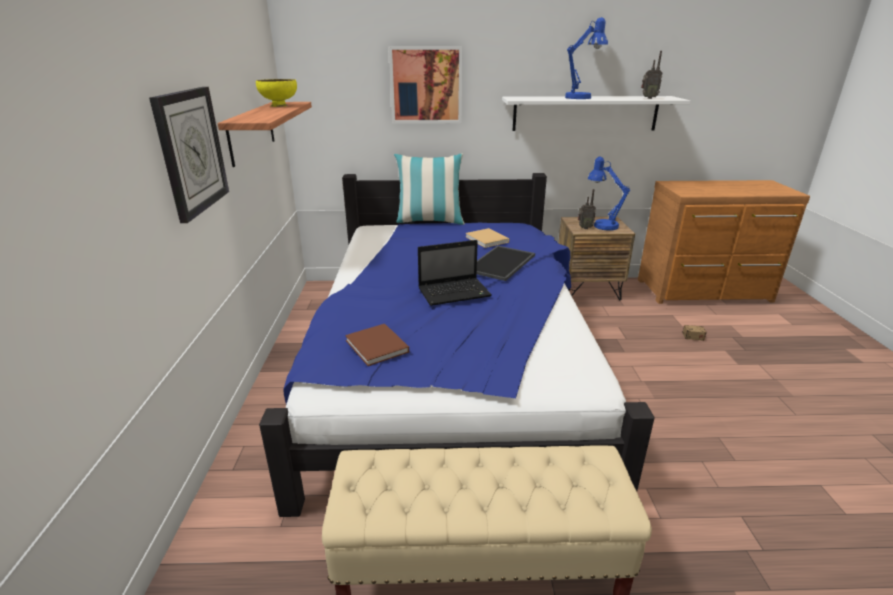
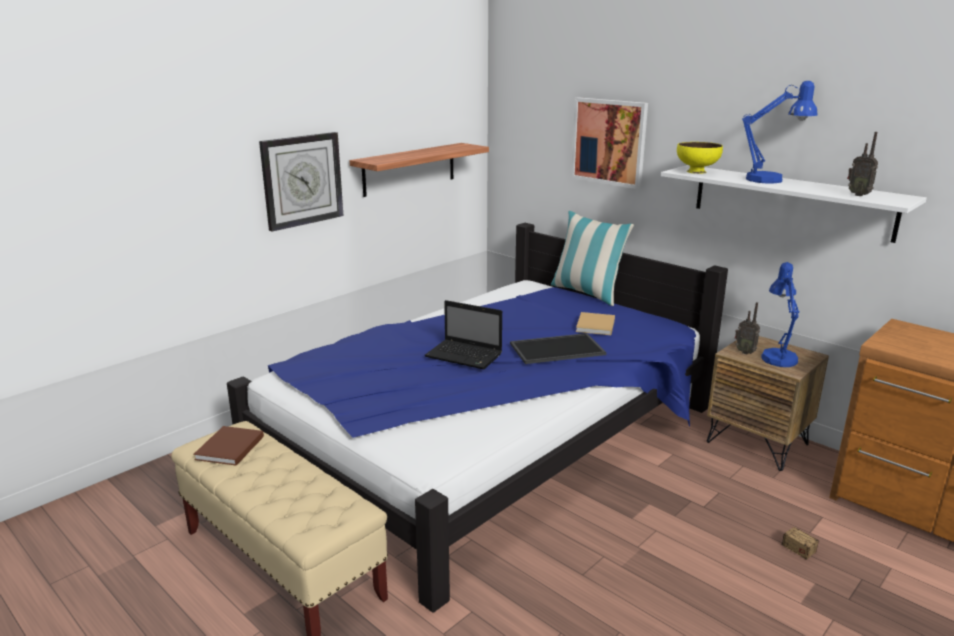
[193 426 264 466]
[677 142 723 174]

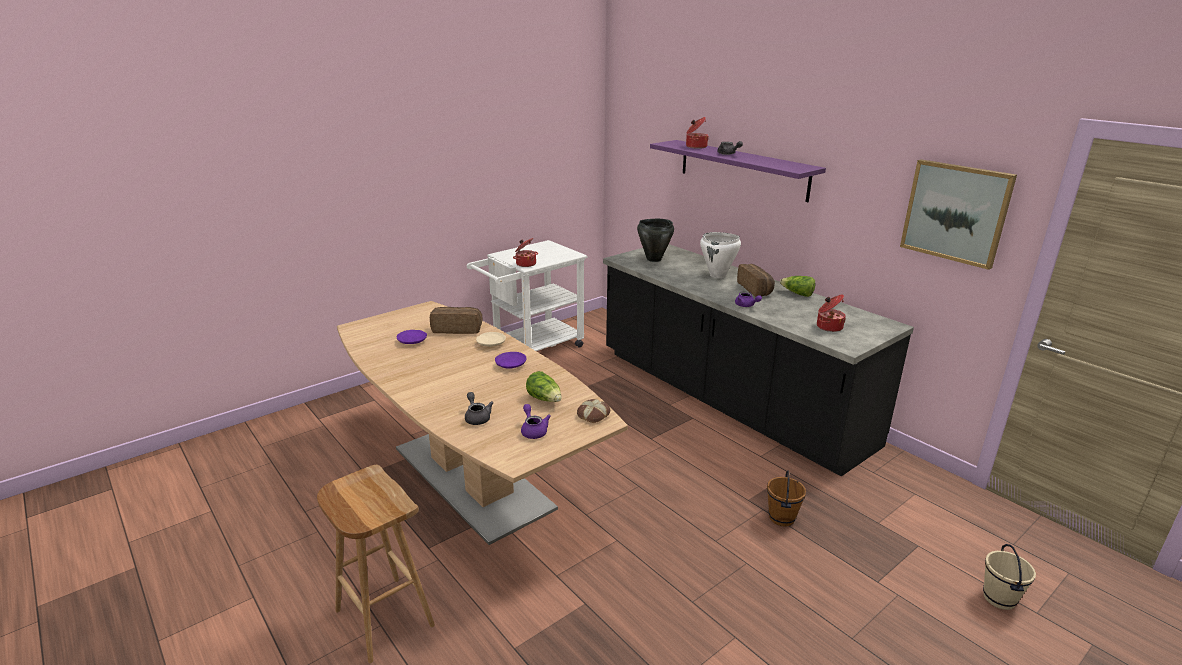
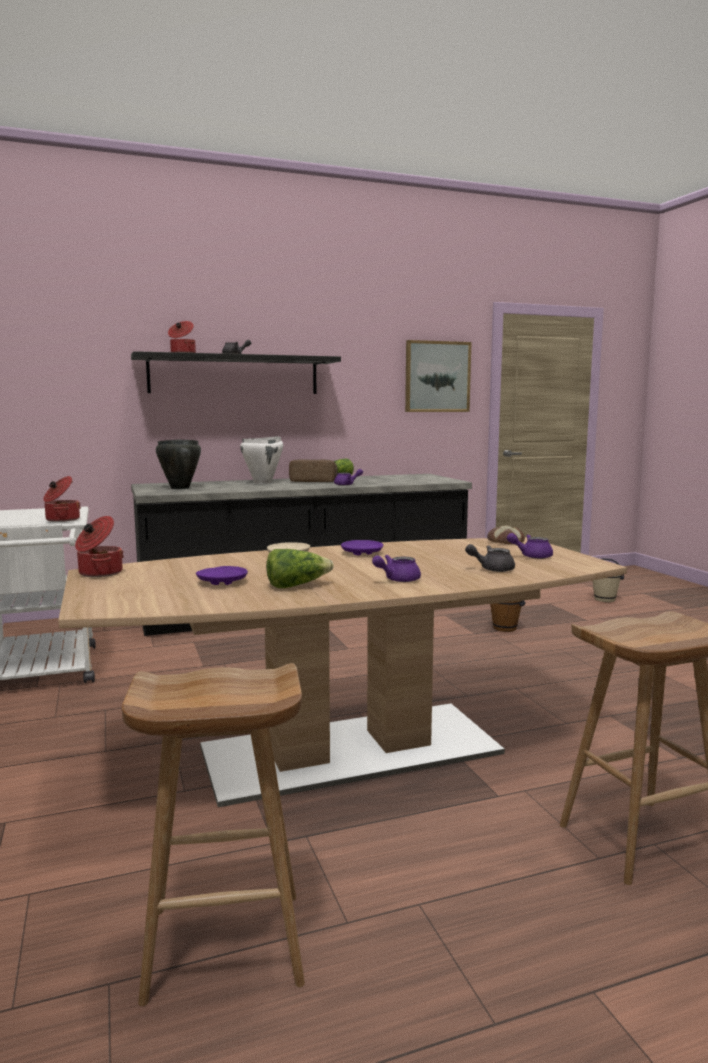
[75 516 124 577]
[122 663 305 1006]
[131 351 341 394]
[266 549 333 588]
[372 555 421 582]
[430 307 483 334] (first image)

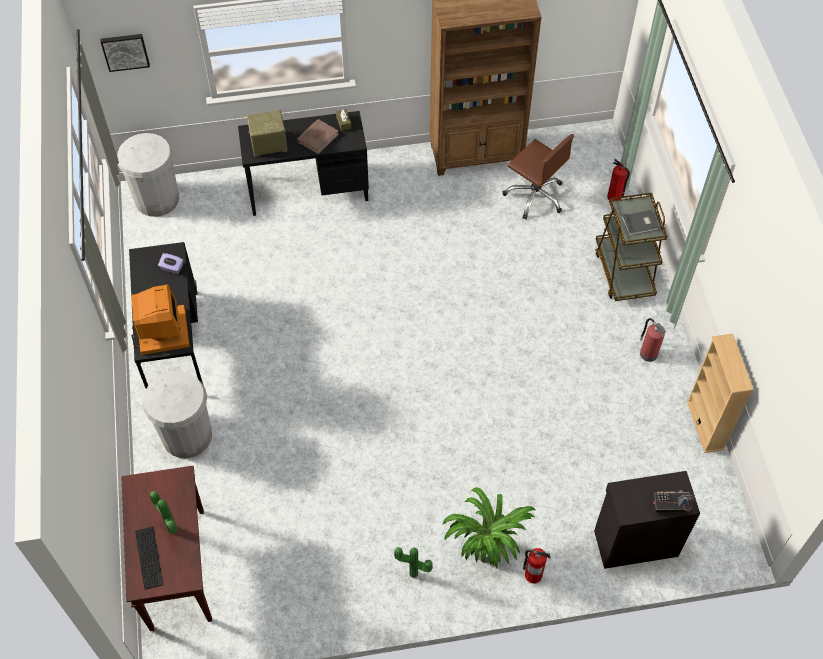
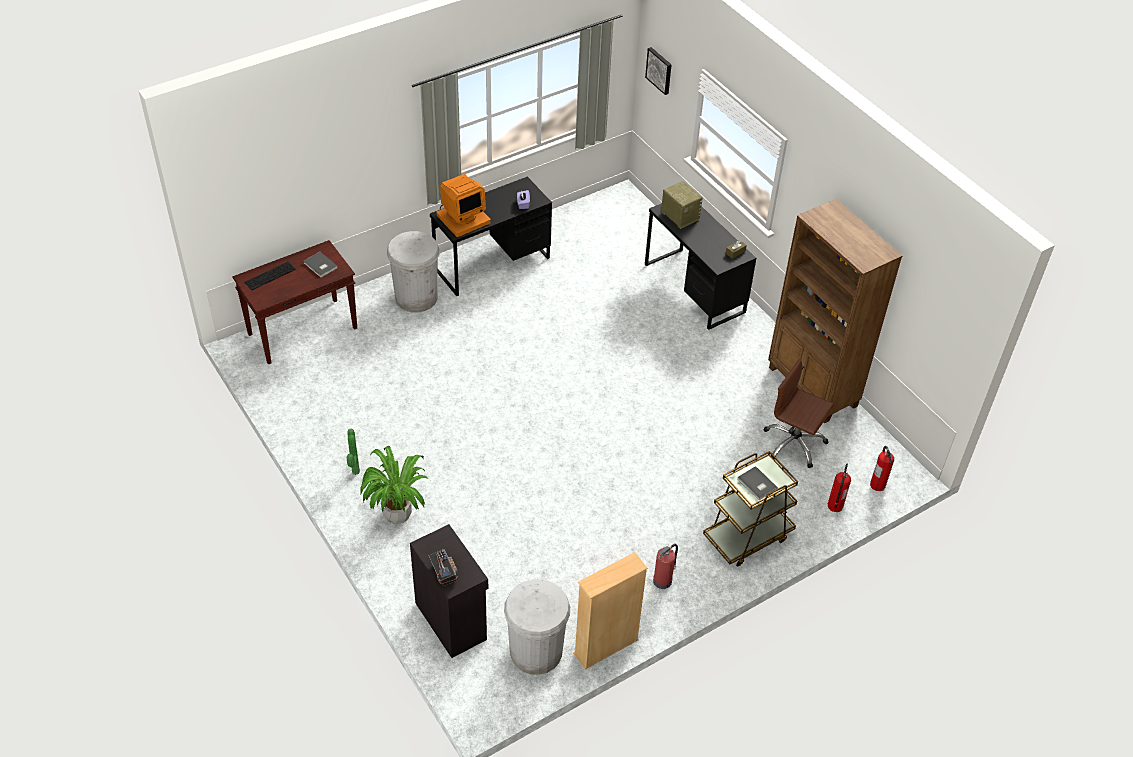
[304 252 338 278]
[504 579 570 675]
[764 359 834 468]
[870 446 894 491]
[150 491 178 534] (first image)
[297 119 339 154] (first image)

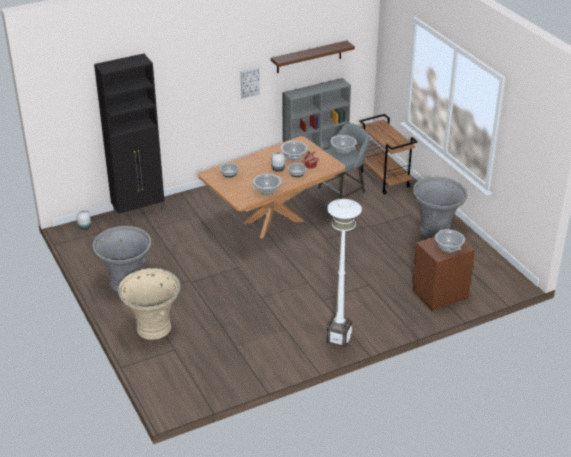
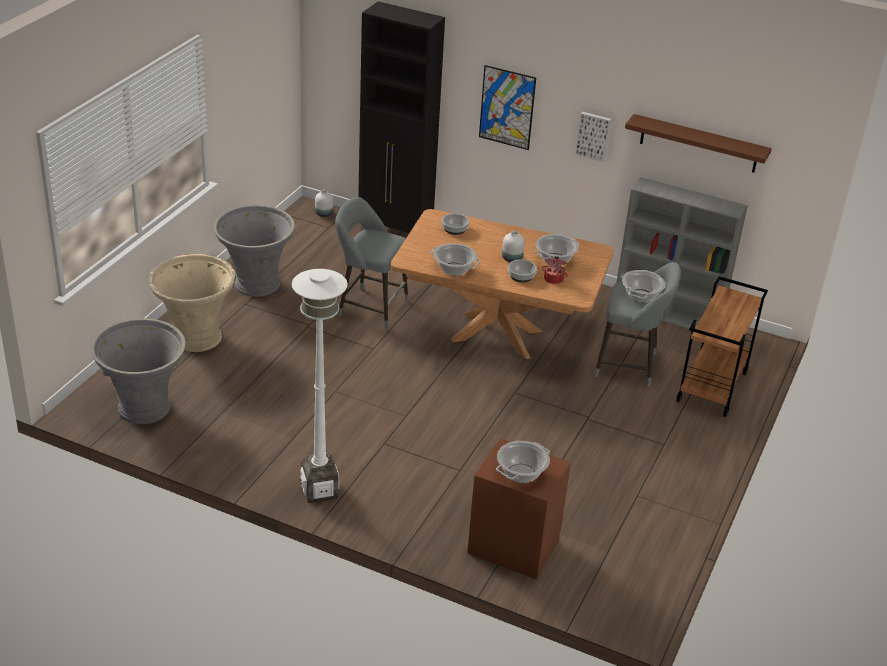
[91 318 186 424]
[335 197 408 329]
[479 65 536 150]

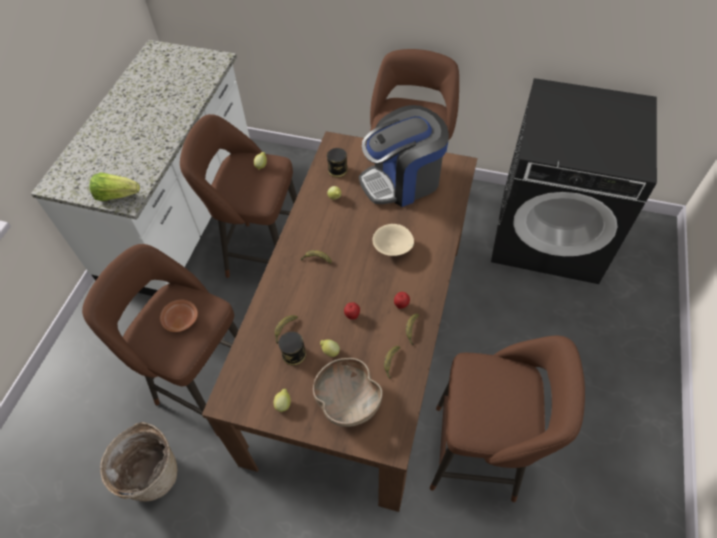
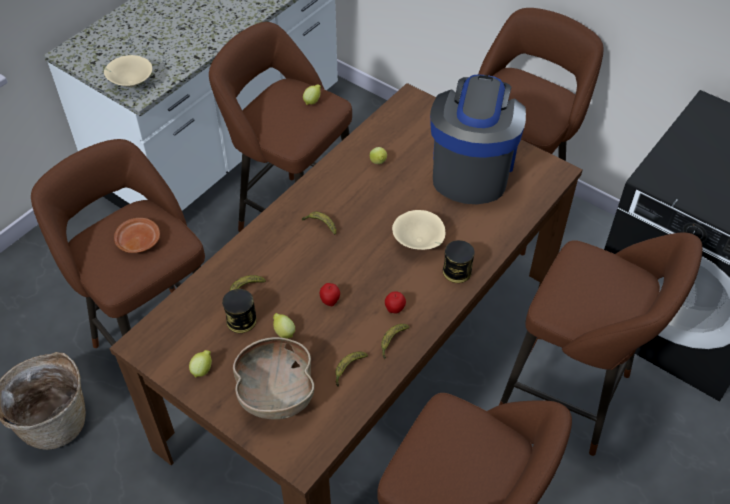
[104 55 152 87]
[430 75 526 204]
[443 240 475 283]
[499 232 703 456]

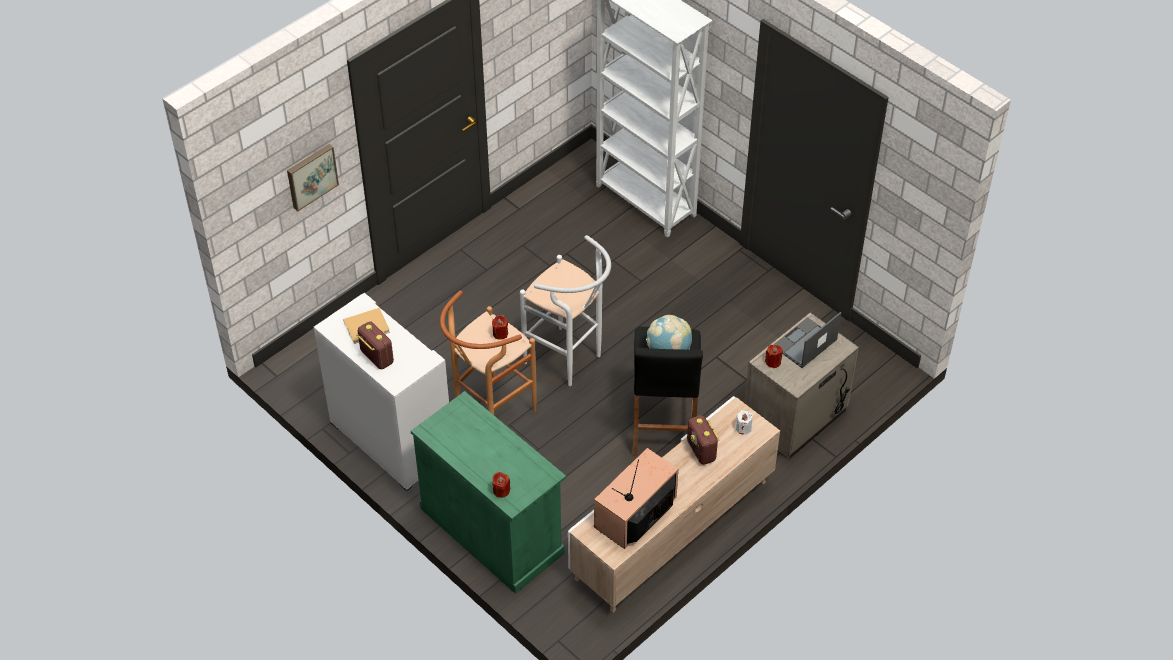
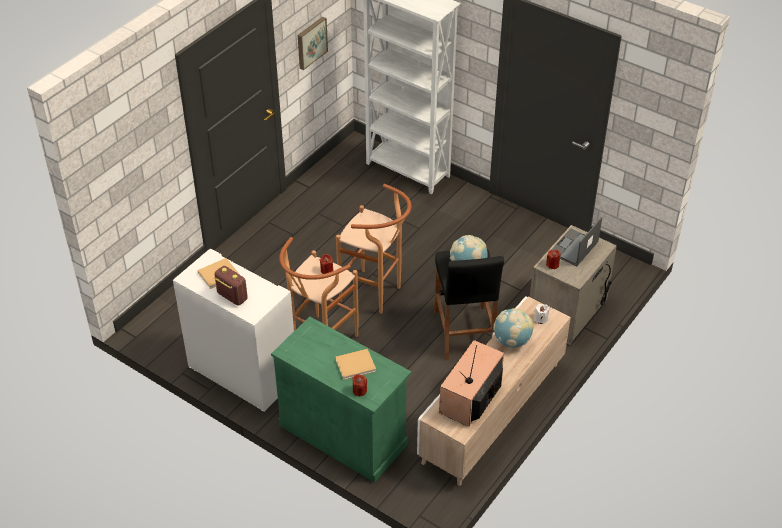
[298 17 328 70]
[335 349 376 380]
[336 184 412 314]
[493 308 534 348]

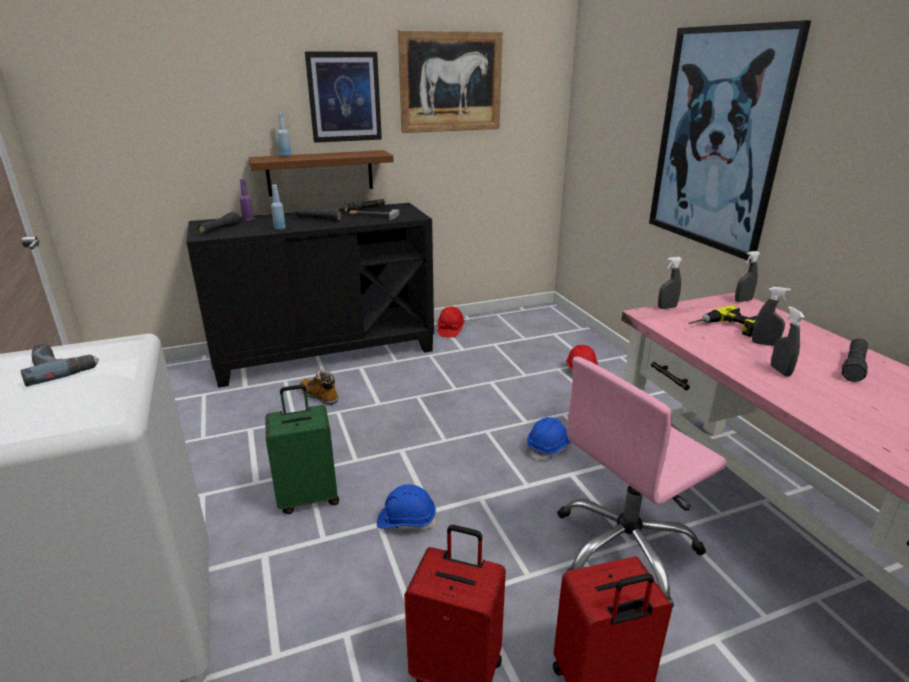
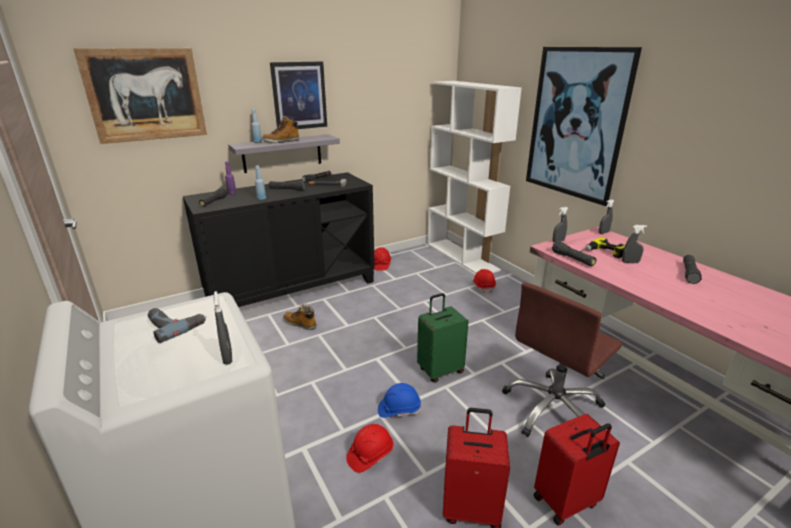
[73 48 207 144]
[214 291 232 365]
[228 134 340 173]
[262 116 300 143]
[346 424 394 473]
[417 293 469 383]
[427 81 522 274]
[502 282 622 437]
[552 241 596 266]
[527 417 571 462] (first image)

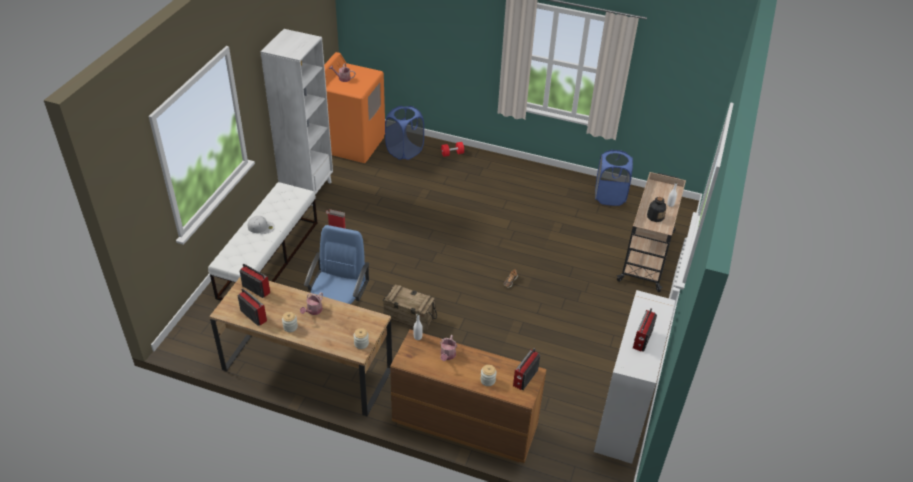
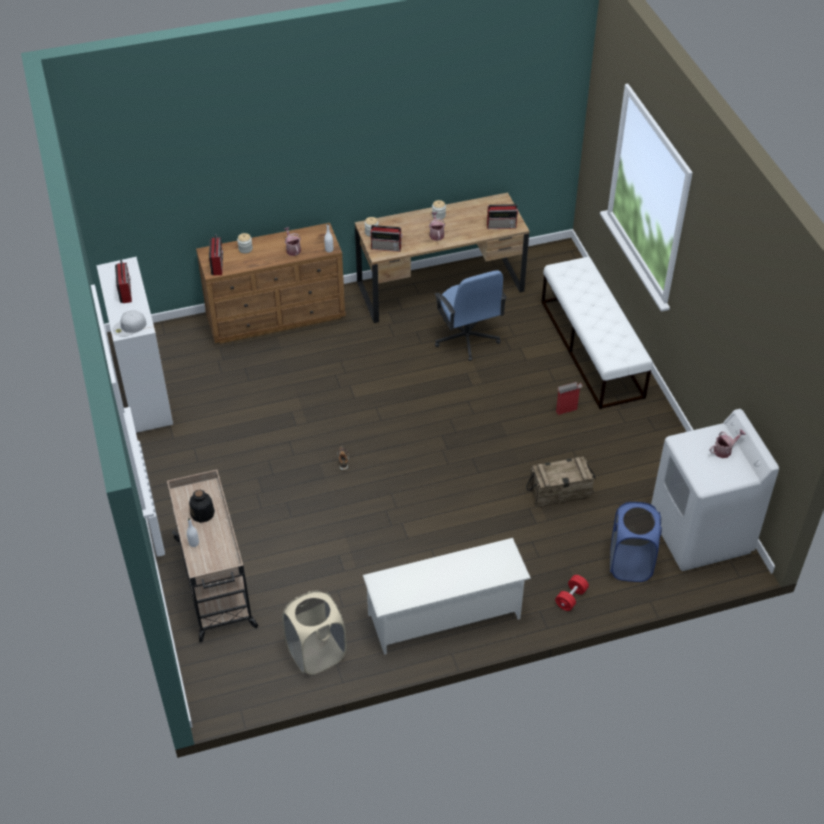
[113 310 146 337]
[282 590 347 675]
[363 538 531 655]
[371 225 403 252]
[526 457 596 507]
[651 409 779 571]
[260 29 333 206] (first image)

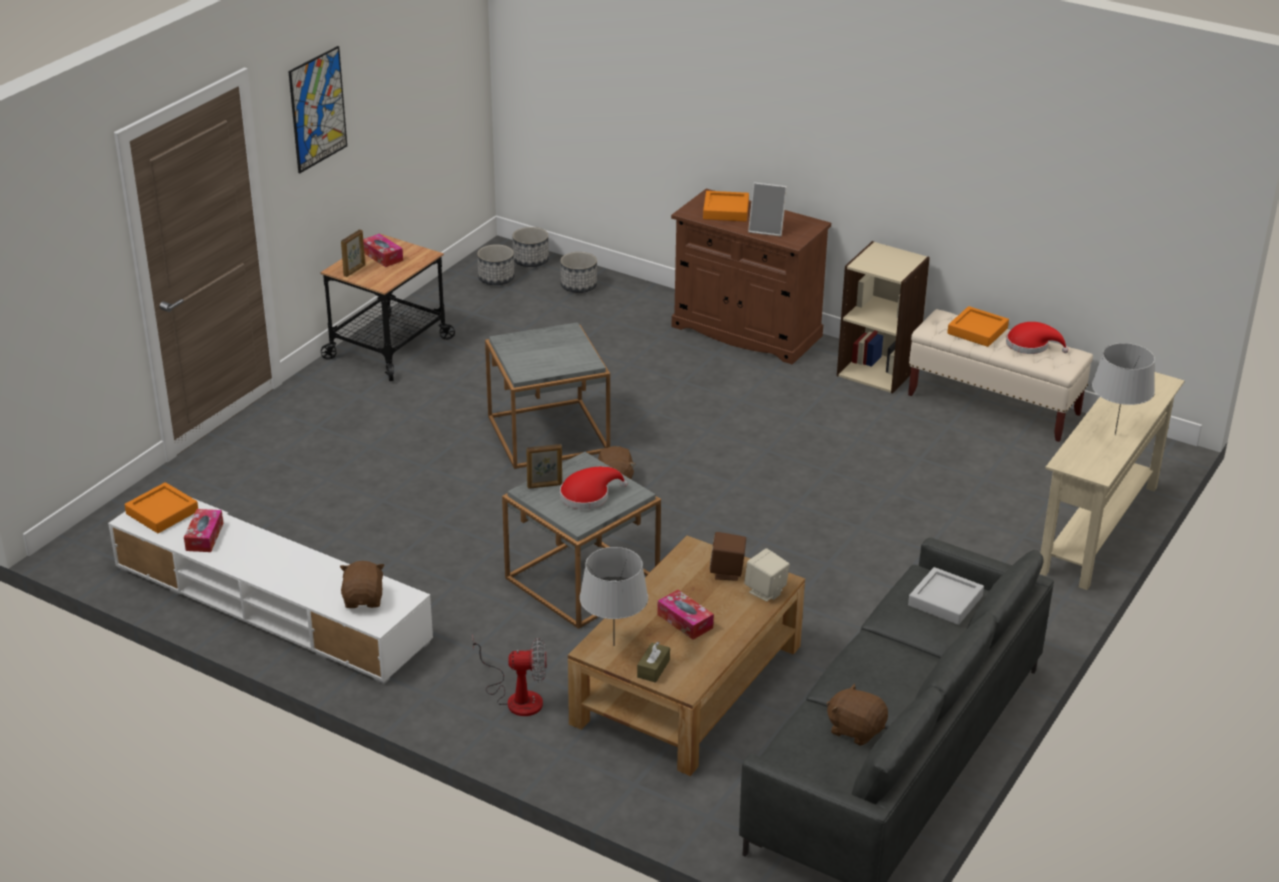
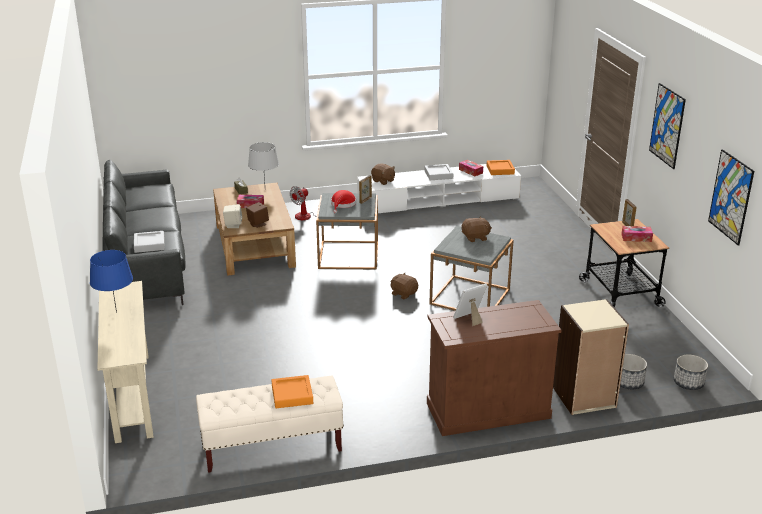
[90 250 133 313]
[424 164 453 180]
[461 216 492 242]
[553 299 629 415]
[708 149 754 245]
[477 244 514 285] (first image)
[703 191 749 221] (first image)
[1006 322 1068 354] (first image)

